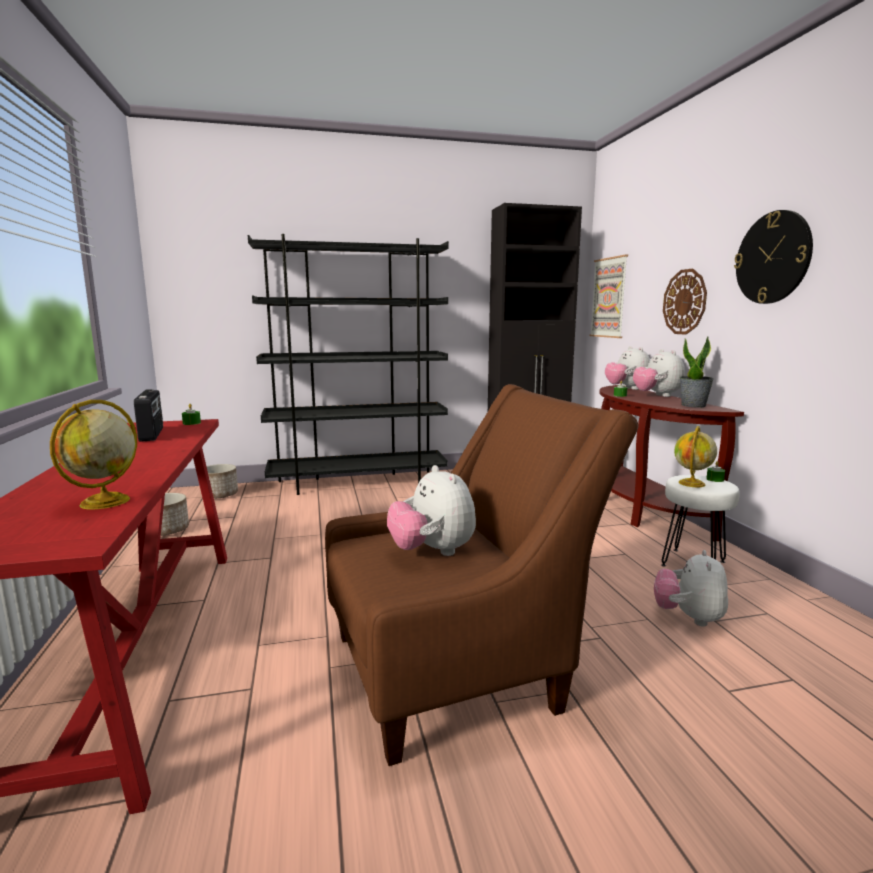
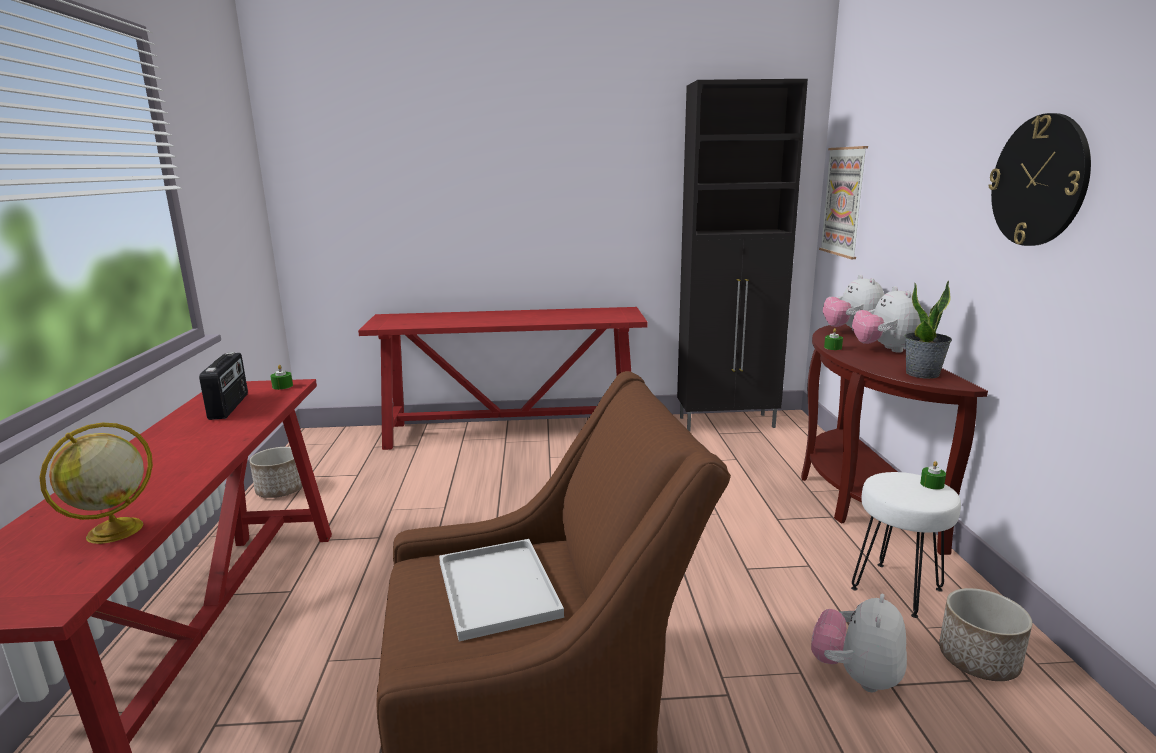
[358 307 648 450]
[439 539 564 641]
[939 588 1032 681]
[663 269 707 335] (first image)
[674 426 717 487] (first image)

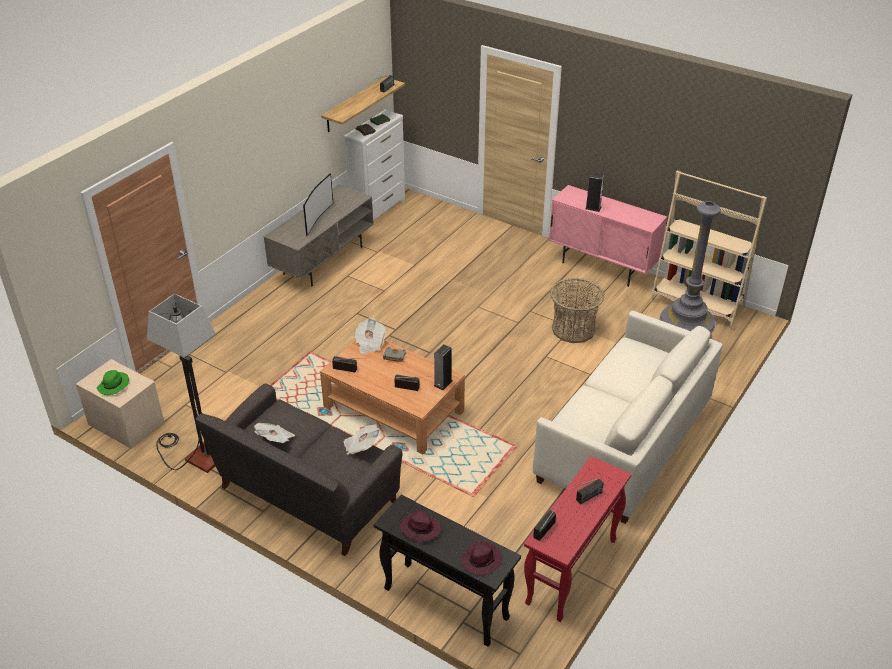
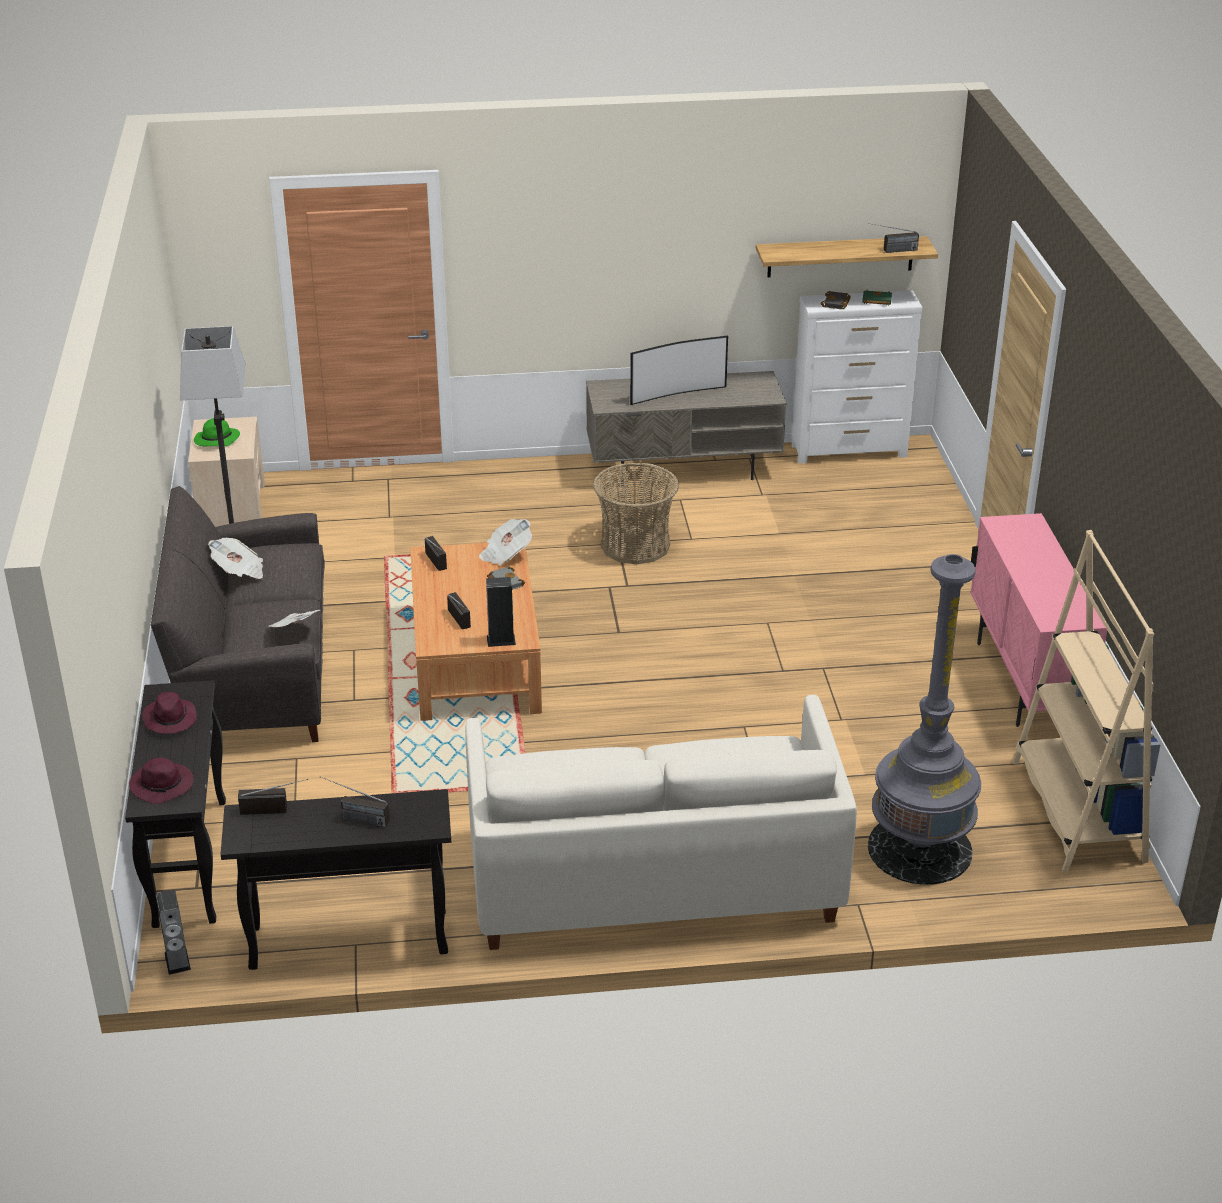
[156 890 191 975]
[220 789 451 970]
[593 463 679 564]

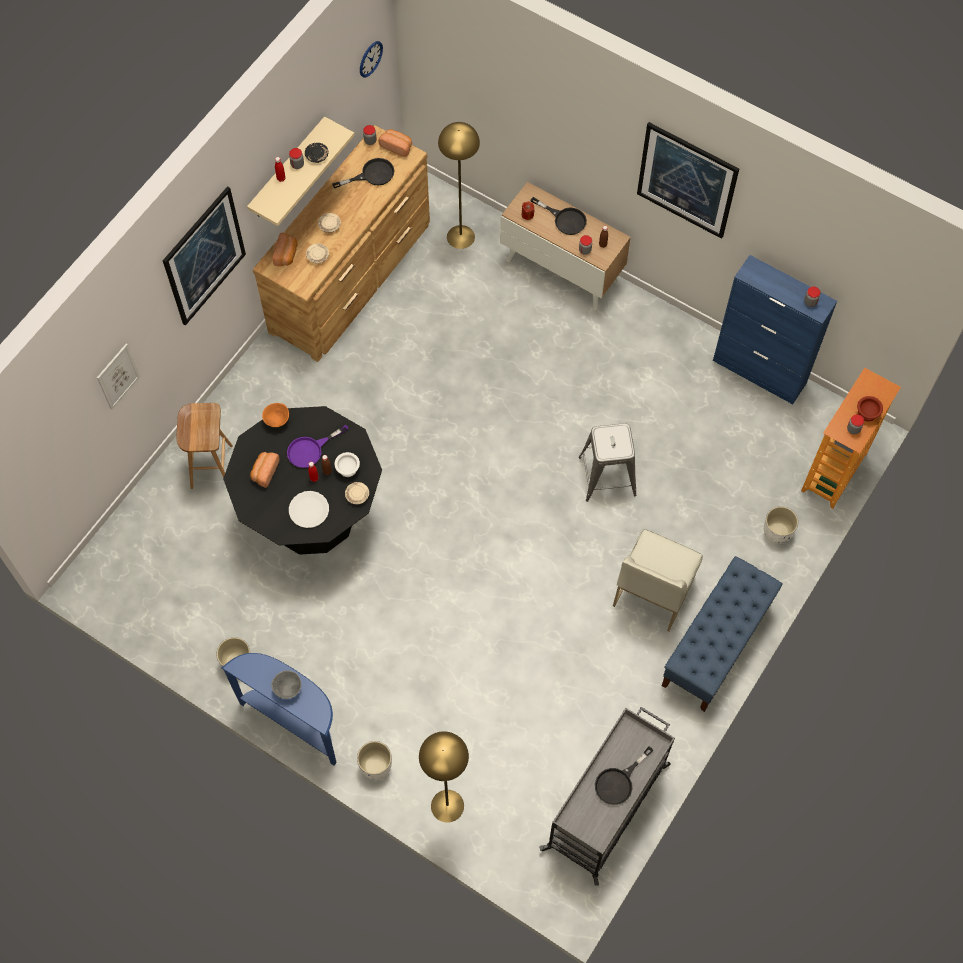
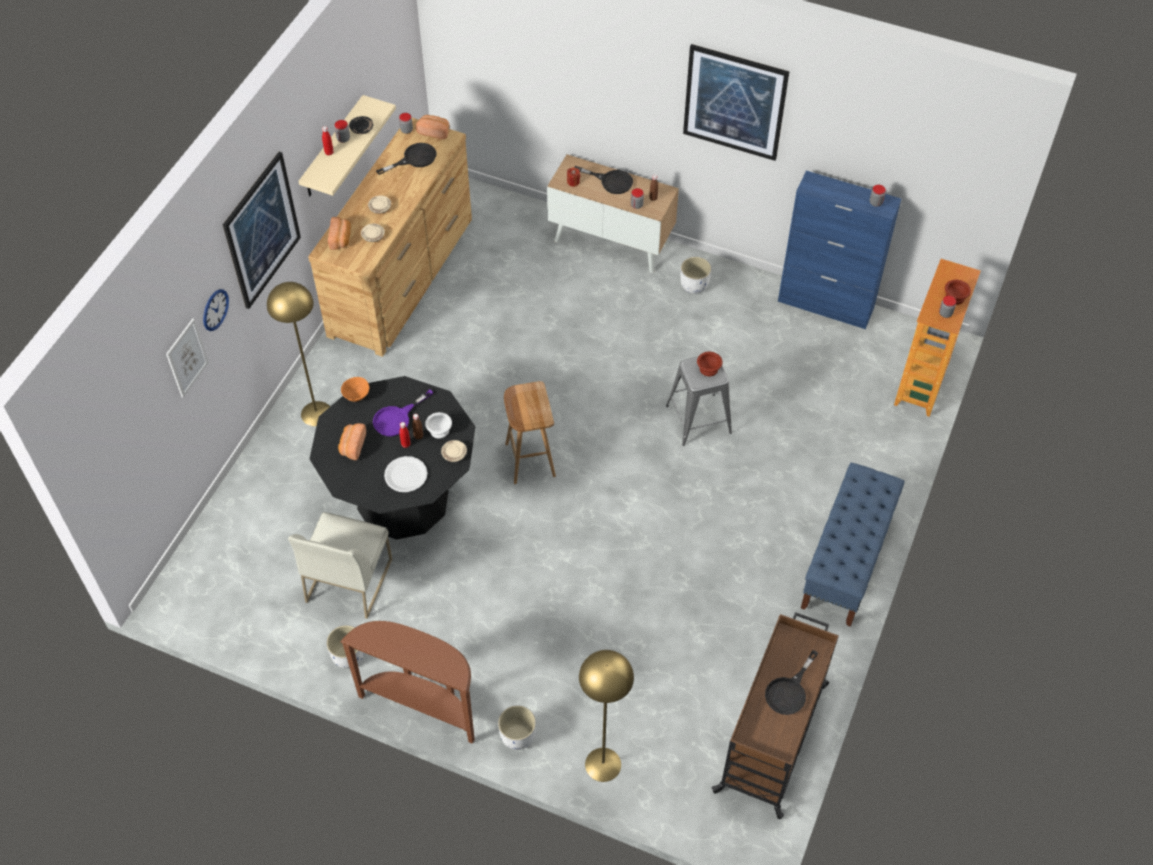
[203 289 229 331]
[267 282 330 426]
[288 512 392 619]
[340 621 475 744]
[504 381 556 484]
[681 257 711 294]
[697 352 723 376]
[711 612 839 819]
[271 671 301 699] (first image)

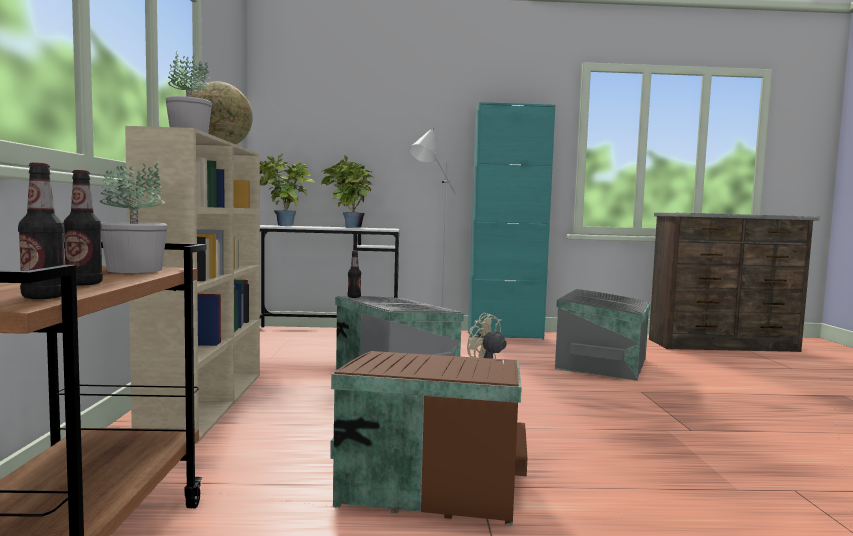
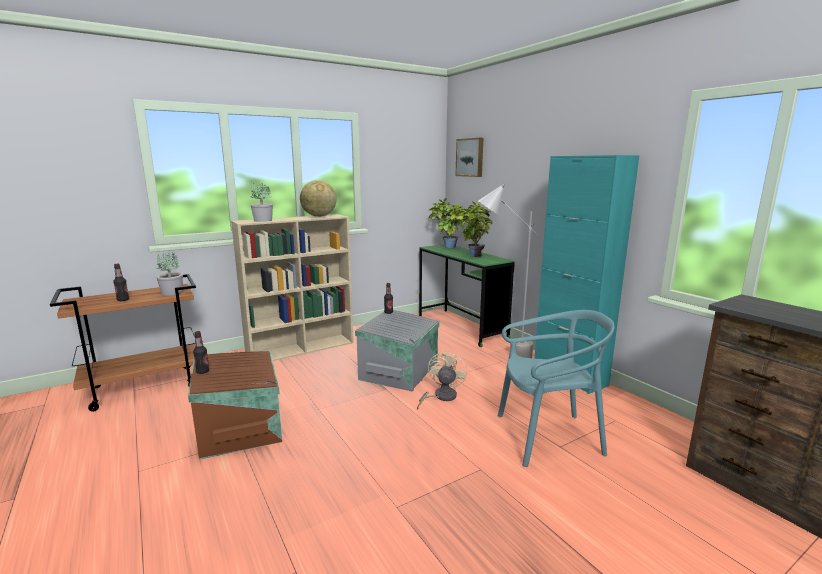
[193 331 209 374]
[419 244 515 347]
[456 138 483 177]
[498 310 615 467]

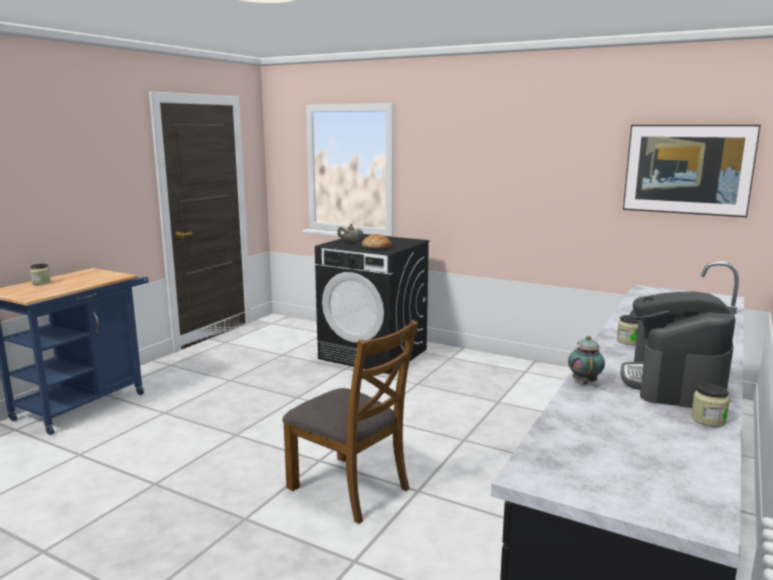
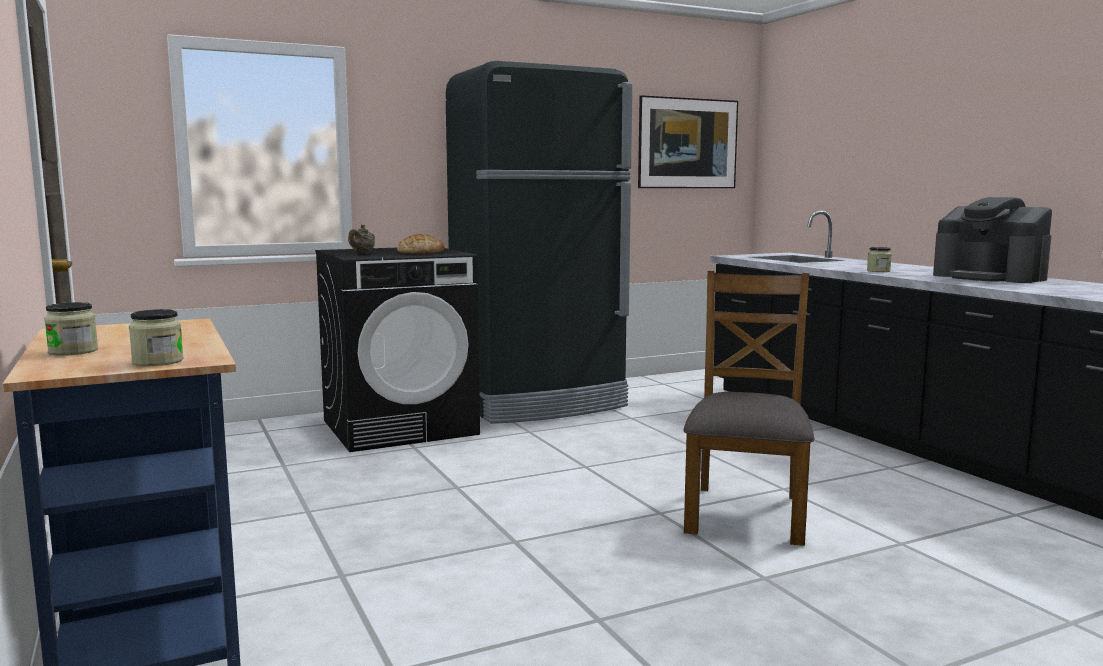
[129 309 184 366]
[446 61 633 424]
[683 271 814 546]
[568 335 605 384] (first image)

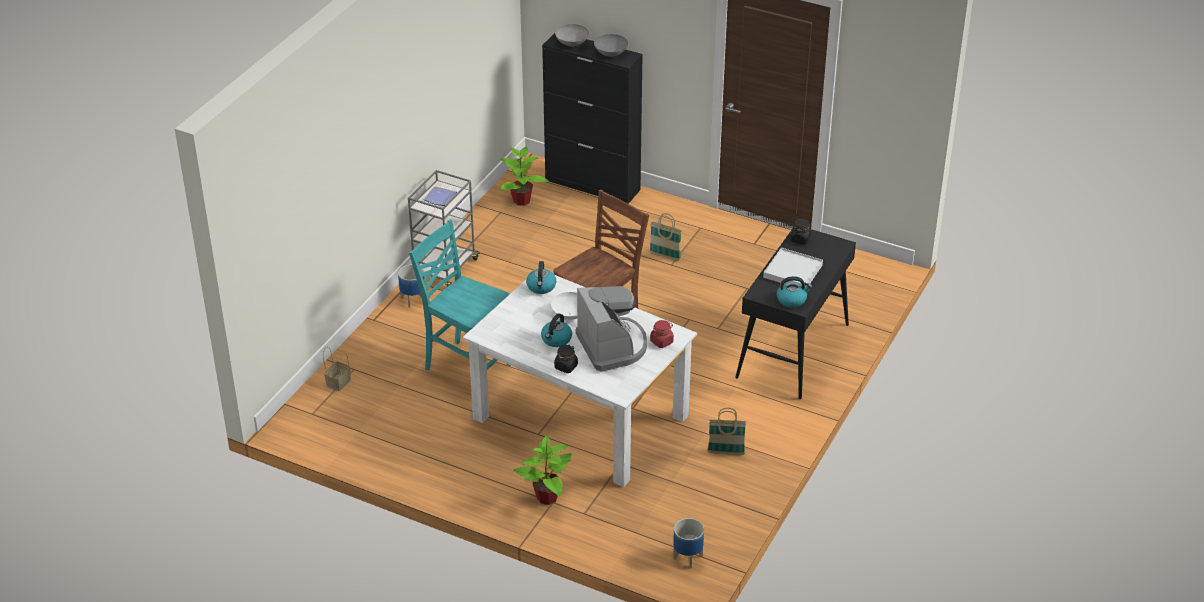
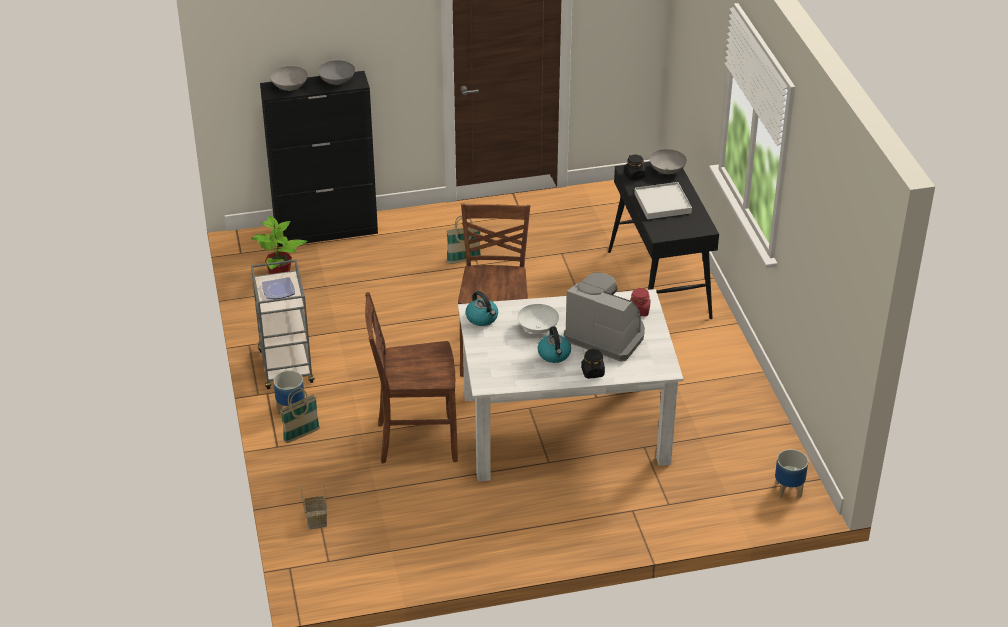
[280 388 320 443]
[365 292 458 464]
[650 149 687 174]
[513 435 572 505] (first image)
[777 276 812 308] (first image)

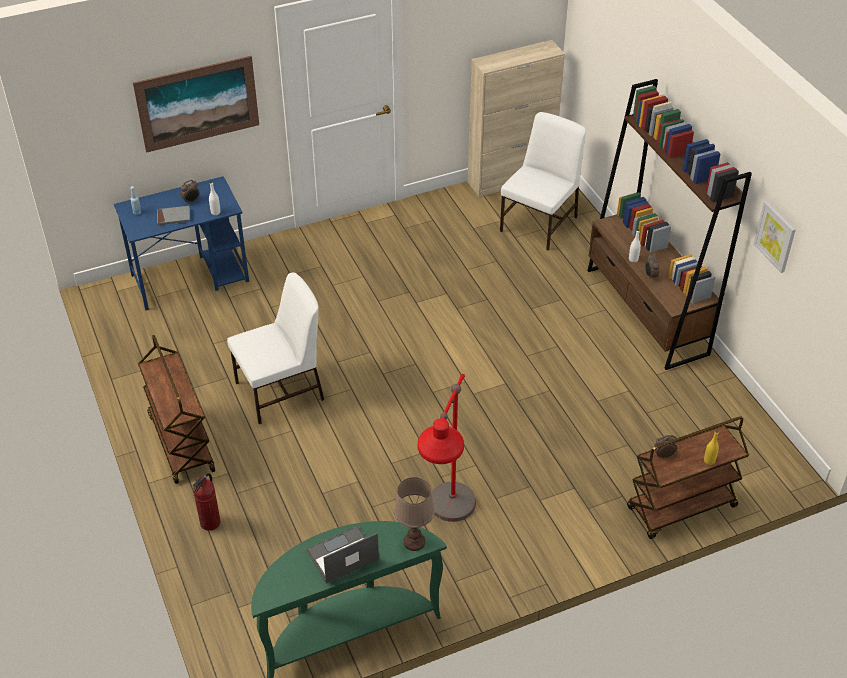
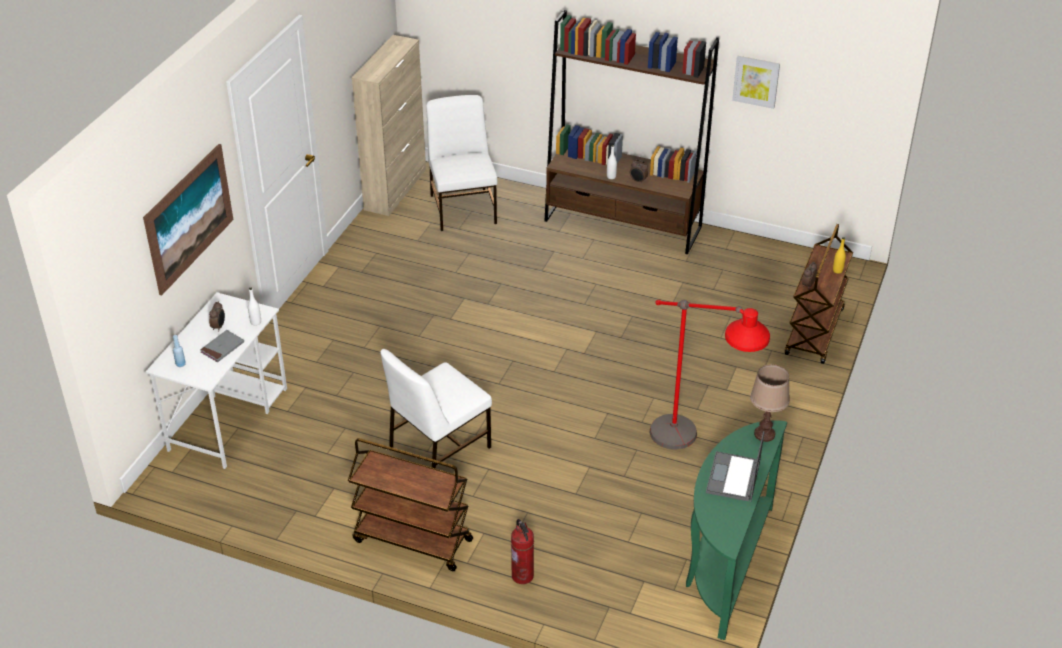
[145 293 287 469]
[380 349 492 469]

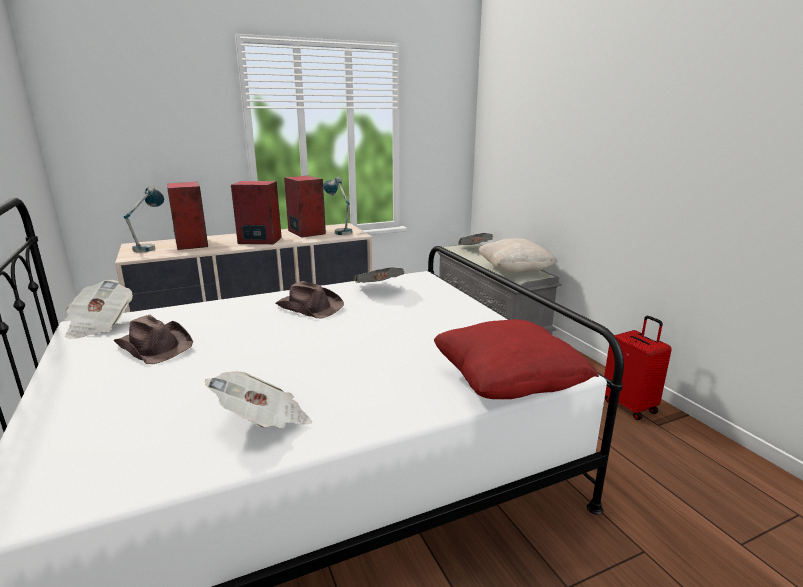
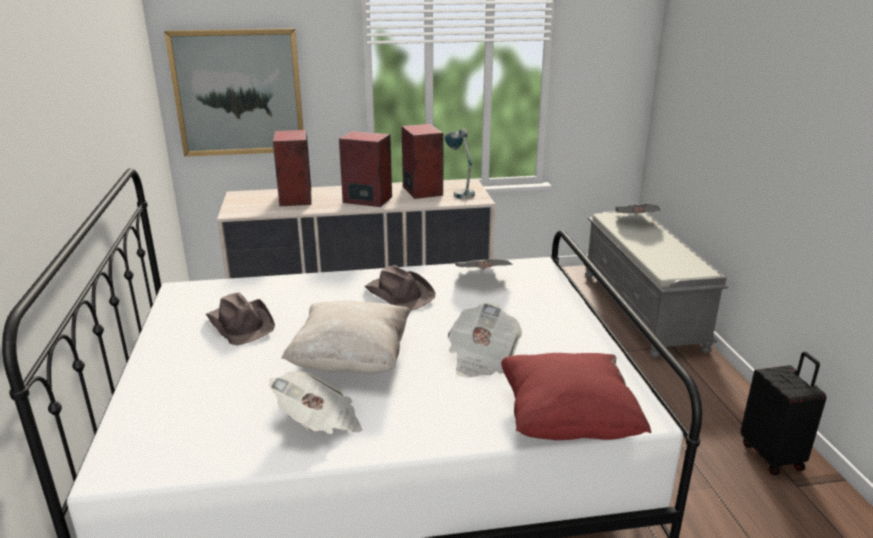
[164 28 303 157]
[281 300 411 374]
[448 303 522 378]
[740 352 826 475]
[124 186 164 252] (first image)

